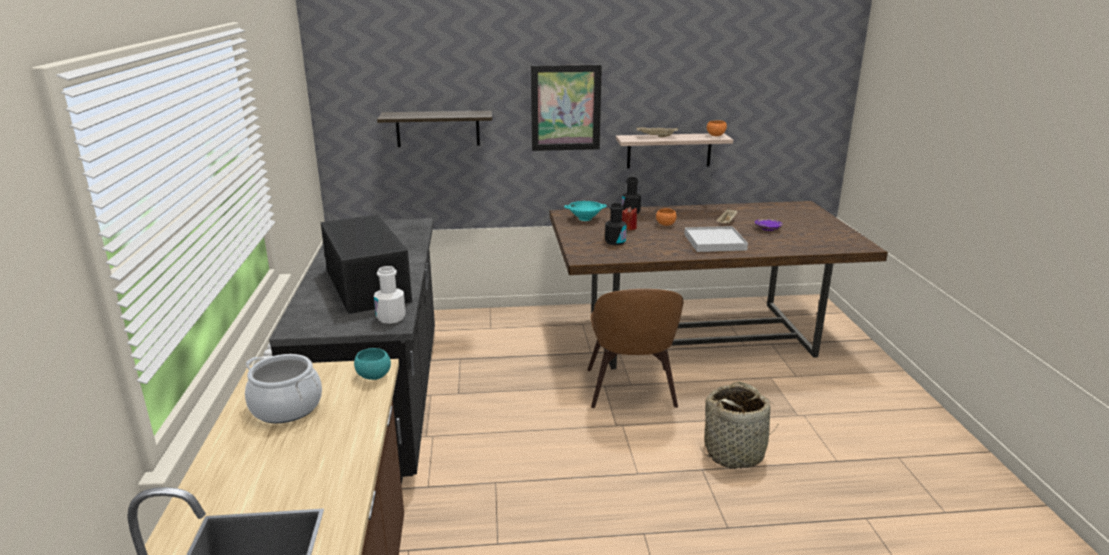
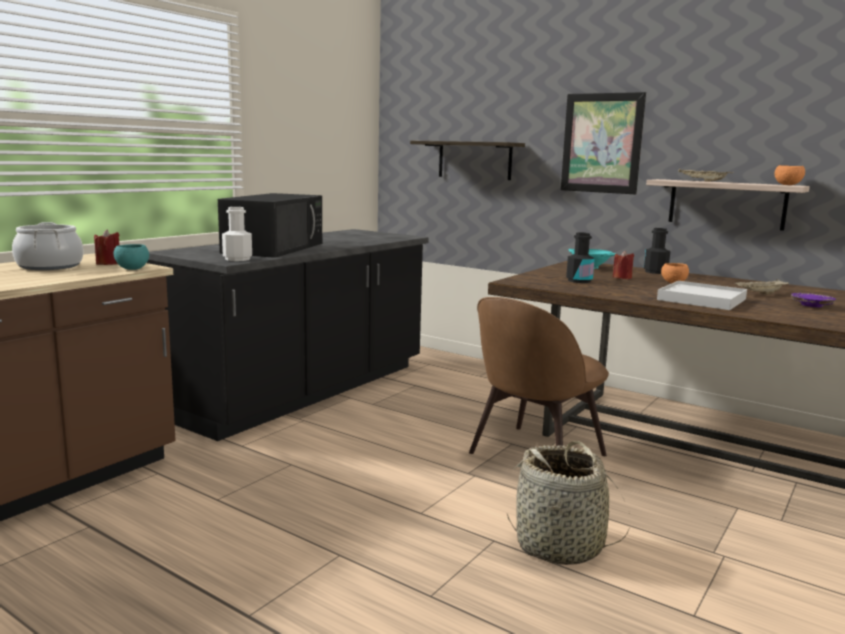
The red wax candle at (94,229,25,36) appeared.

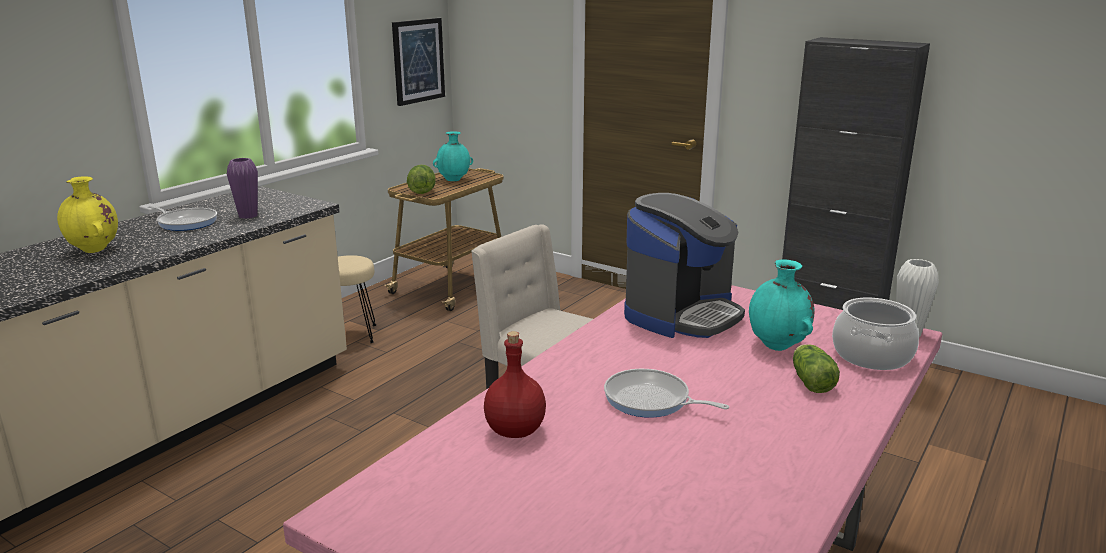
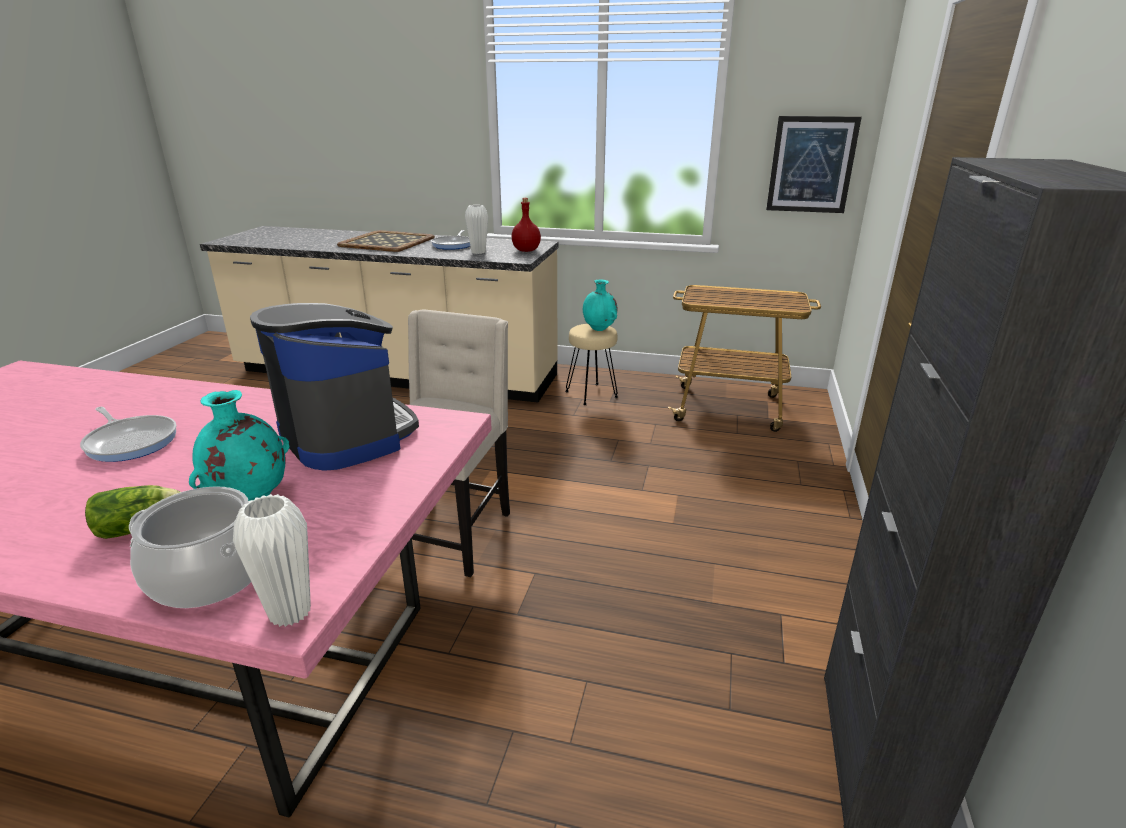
The skillet at (604,369,125,49) turned 120 degrees clockwise. The coffee brewer at (624,193,121,145) turned 150 degrees counterclockwise. The yellow-coloured flower vase at (57,176,61,77) was replaced by the tray at (337,230,98,22). The purplish flower vase at (227,158,31,61) became the whitish flower vase at (465,205,23,49). The red bottle moved from (484,331,62,107) to (512,198,29,54). The turquoise-coloured flower vase moved from (433,131,40,50) to (583,280,34,51). The lettuce at (407,165,29,29) disappeared.

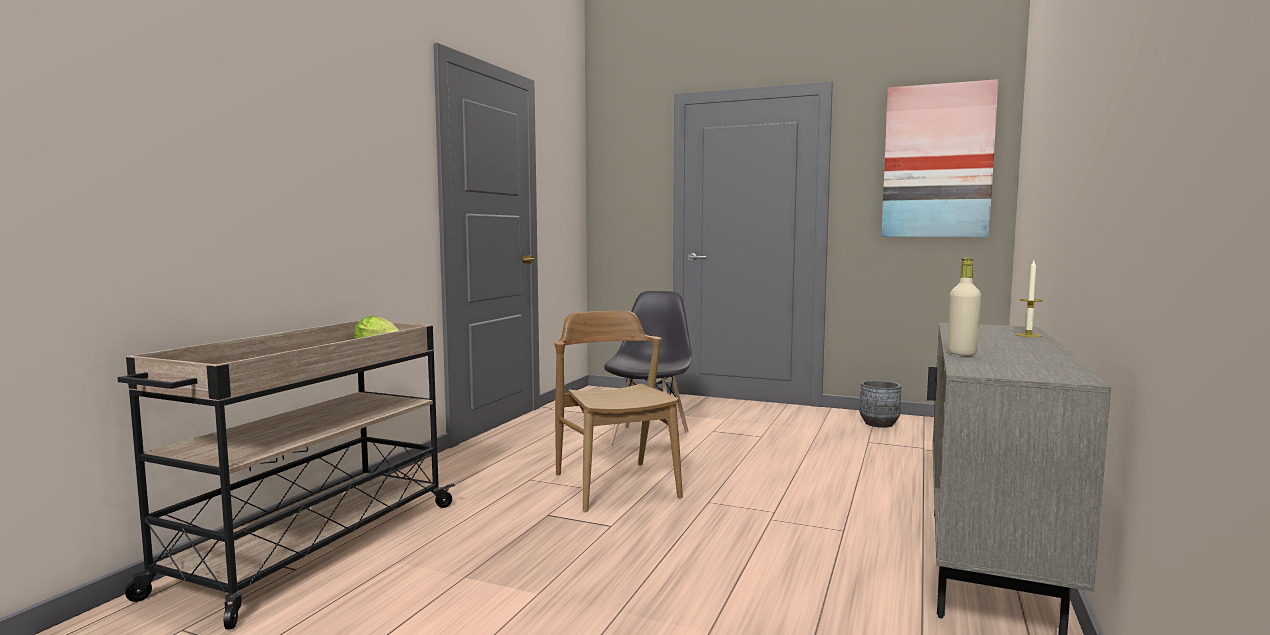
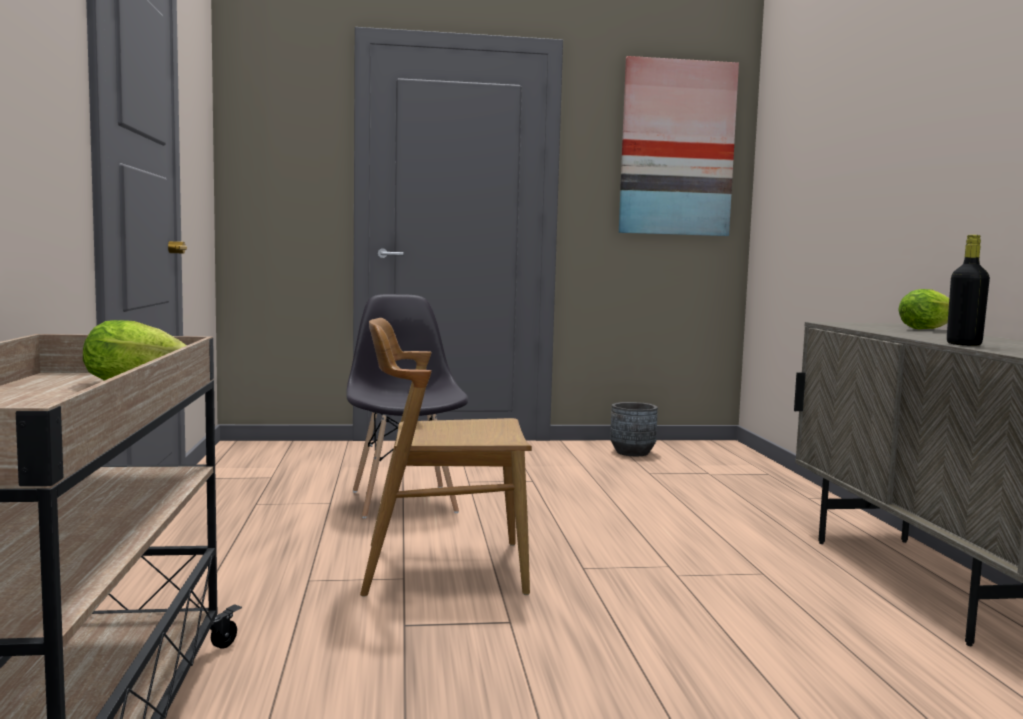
The brown-coloured plain chair at (554,311,129,202) turned 45 degrees counterclockwise. The wax candle at (1016,261,27,76) was replaced by the lettuce at (898,289,51,40). The sand-coloured bottle at (948,257,33,99) became the blackish bottle at (947,235,43,111).

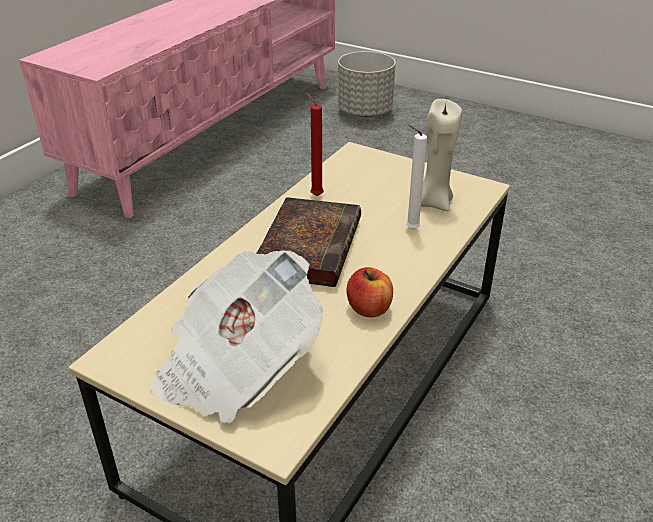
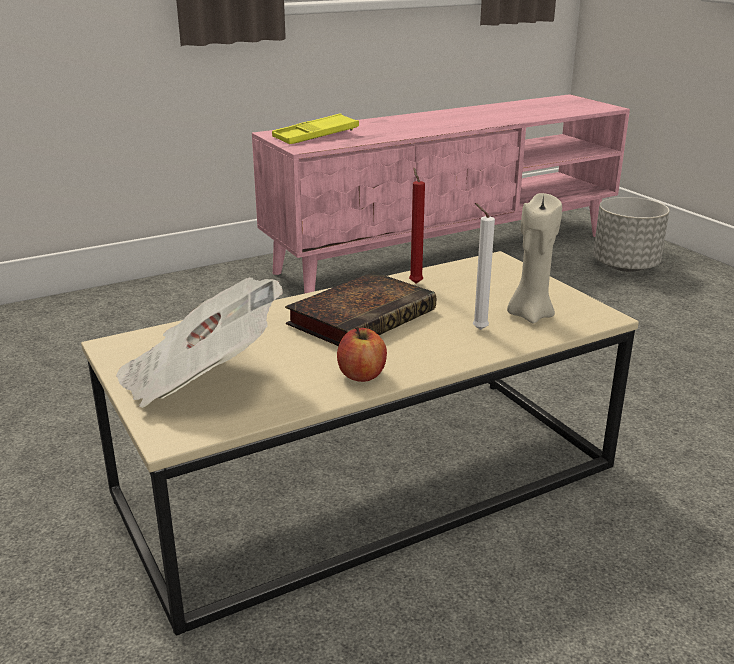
The yellow-coloured tray at (272,113,87,31) appeared.

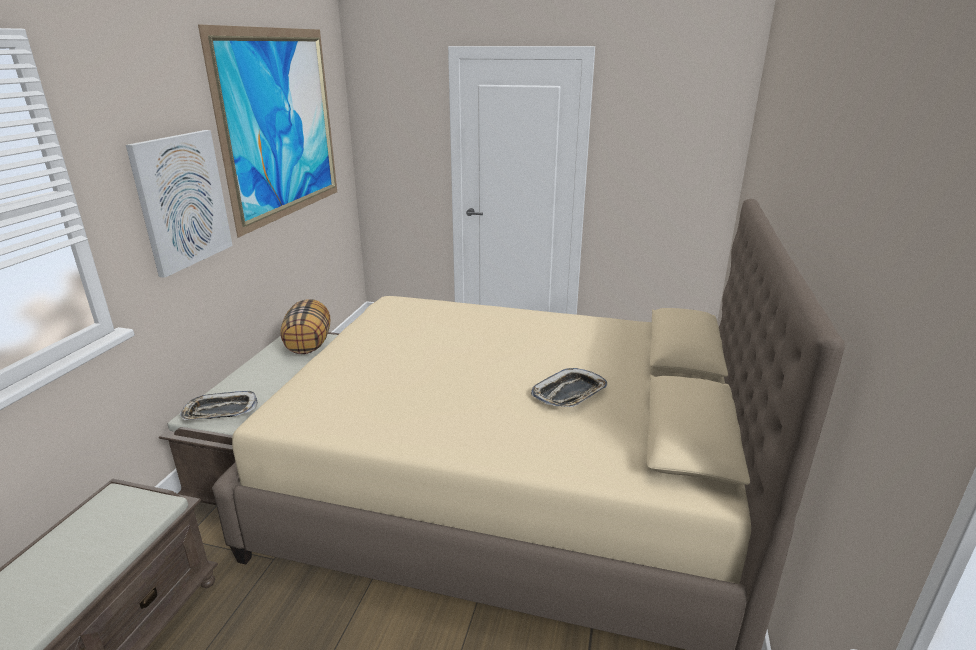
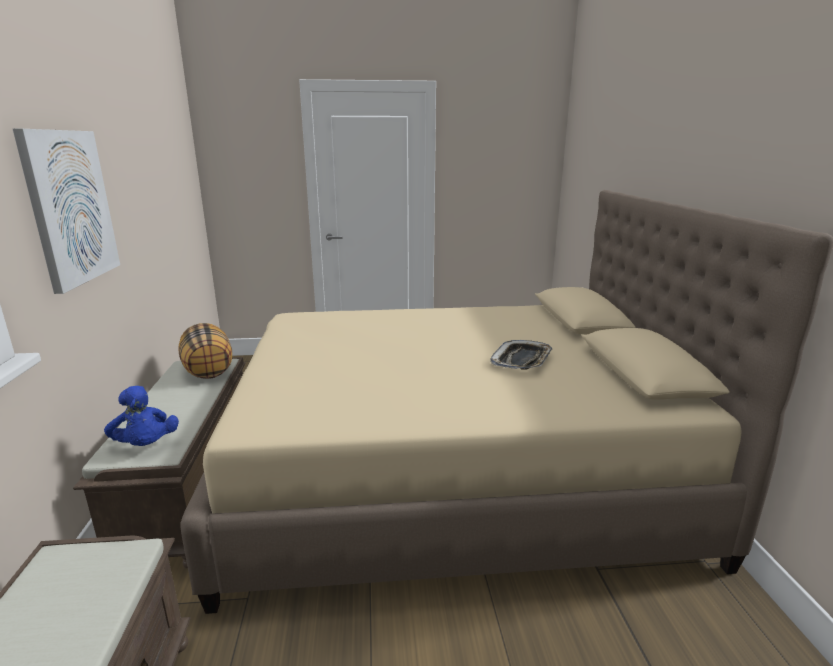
The tray at (180,391,78,29) was replaced by the blue-coloured soft toy at (104,386,75,60). The wall art at (198,24,139,213) disappeared.

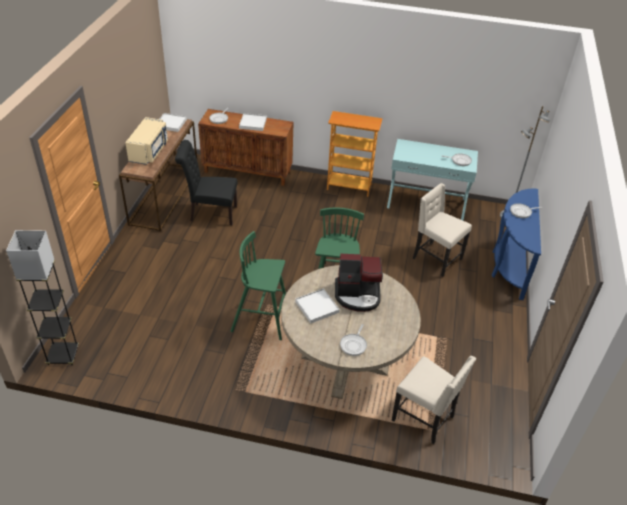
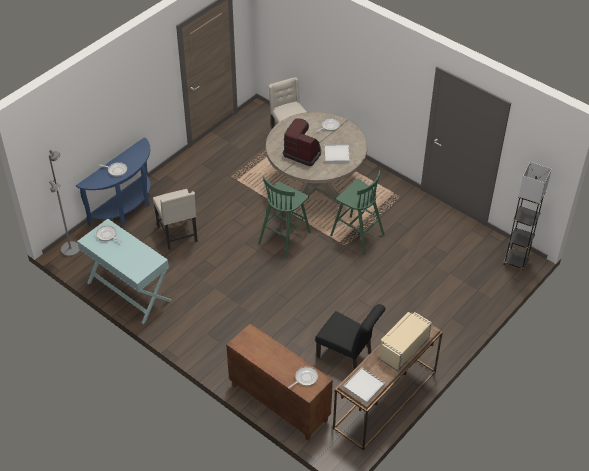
The whitish tray at (239,113,28,18) disappeared. The shelving unit at (327,111,56,86) disappeared.

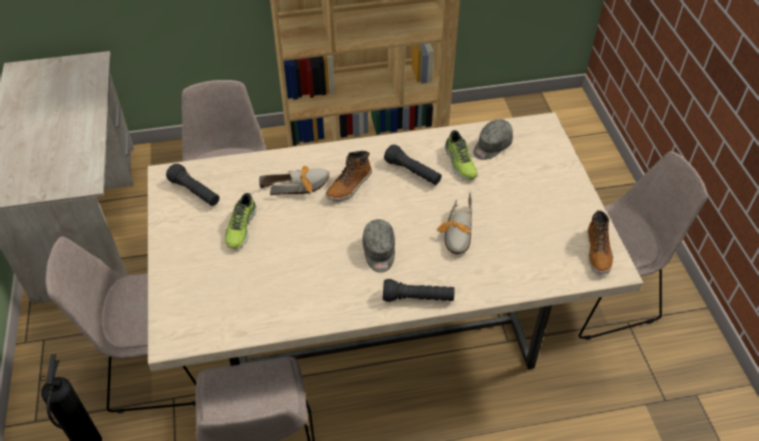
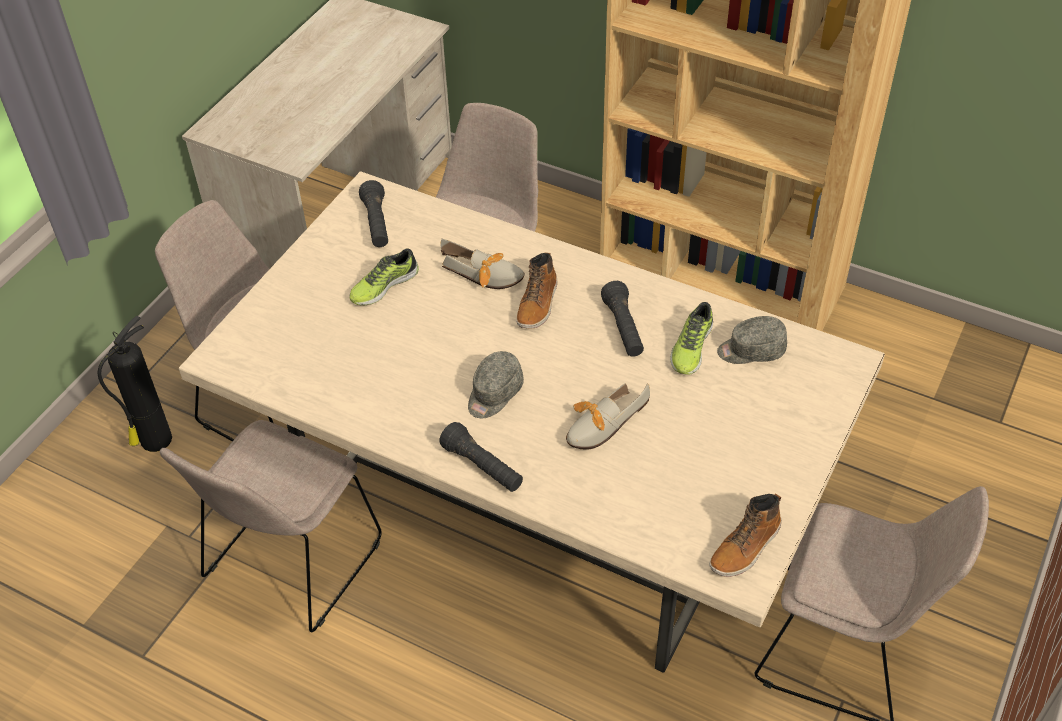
The boot at (326,151,46,50) turned 60 degrees counterclockwise.

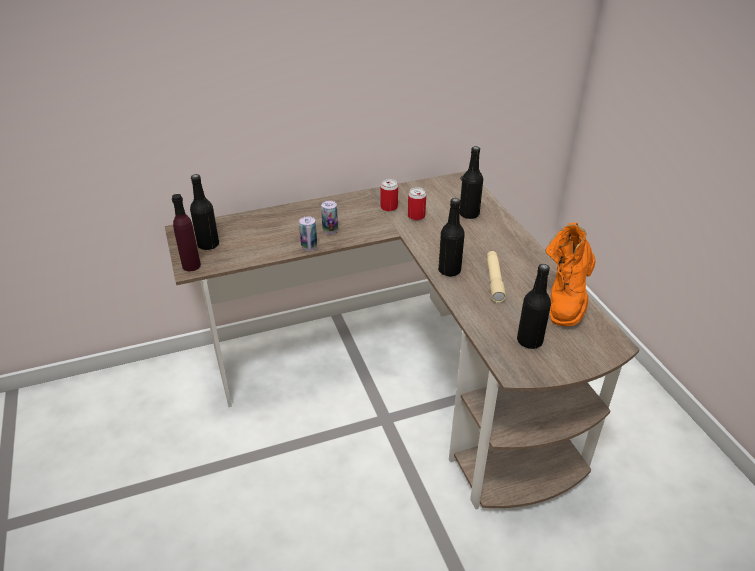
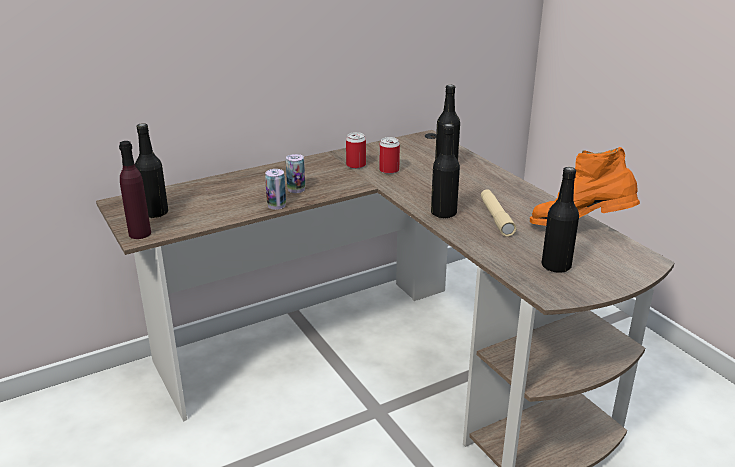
The orange-coloured boot at (546,222,50,104) turned 90 degrees clockwise.

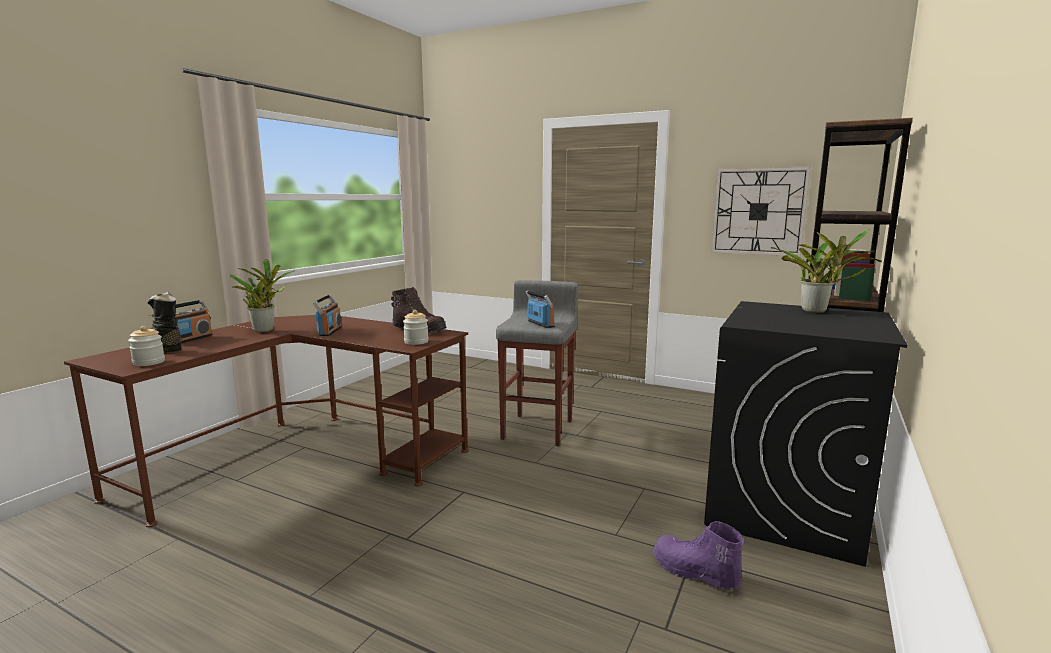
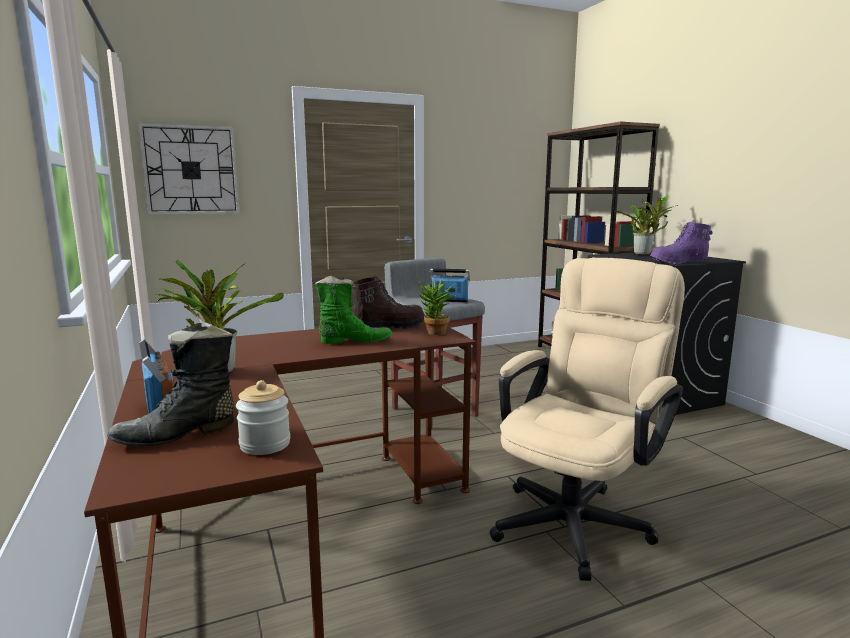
The wall clock moved from (711,167,100,89) to (138,123,102,92). The greenish boot at (315,276,77,68) appeared. The storage jar at (403,310,26,35) was replaced by the plant in a pot at (419,280,37,55). The sand-coloured office chair at (490,258,195,323) appeared. The purplish boot moved from (654,521,90,69) to (650,222,62,42). The radio at (313,295,29,41) disappeared.

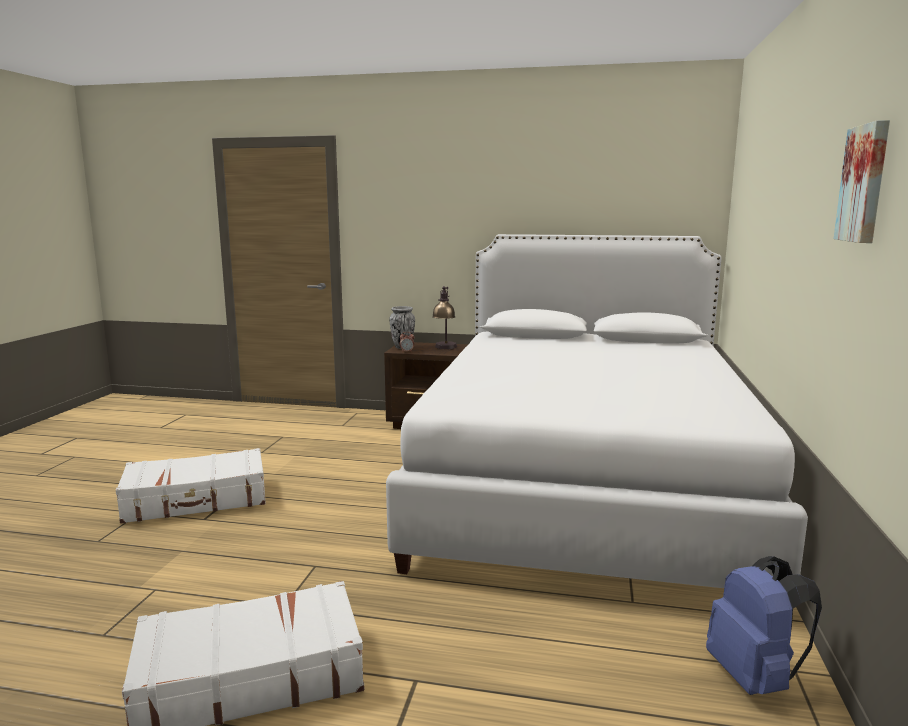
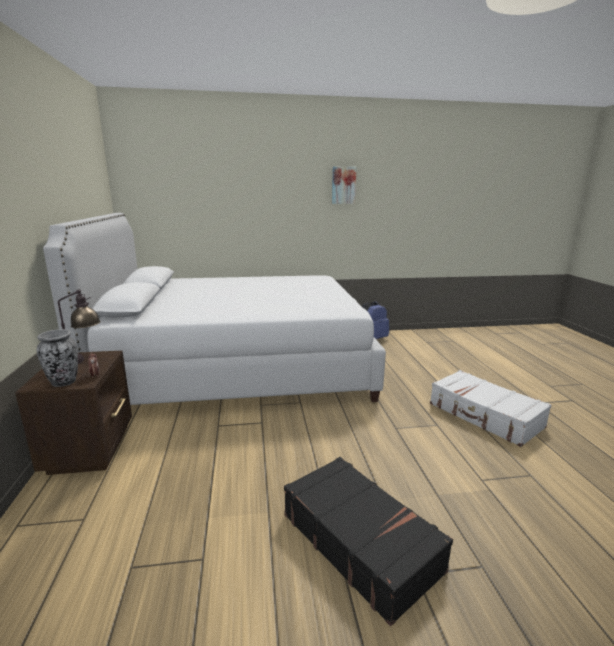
The whitish suitcase at (116,448,150,76) became the blackish suitcase at (284,457,169,169).

